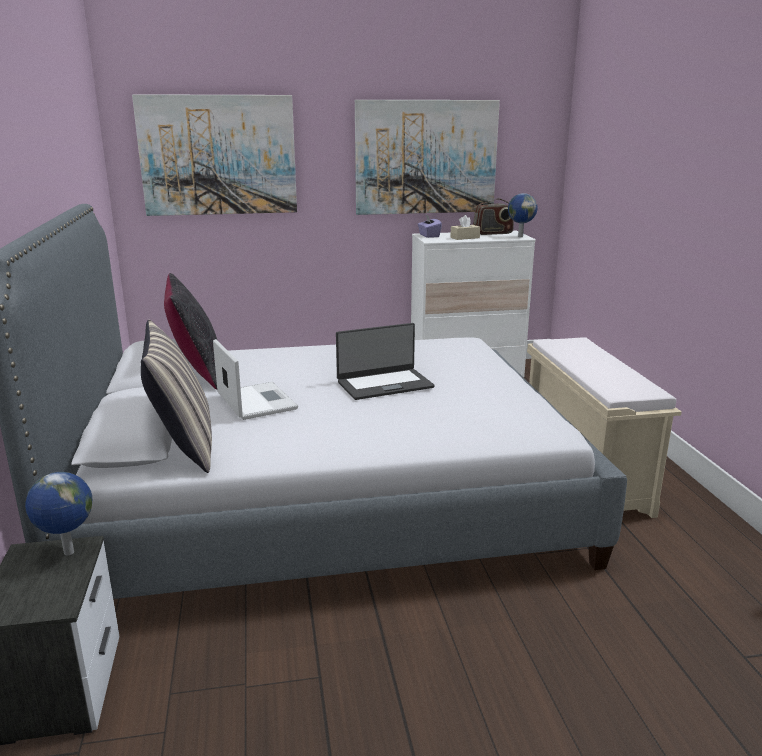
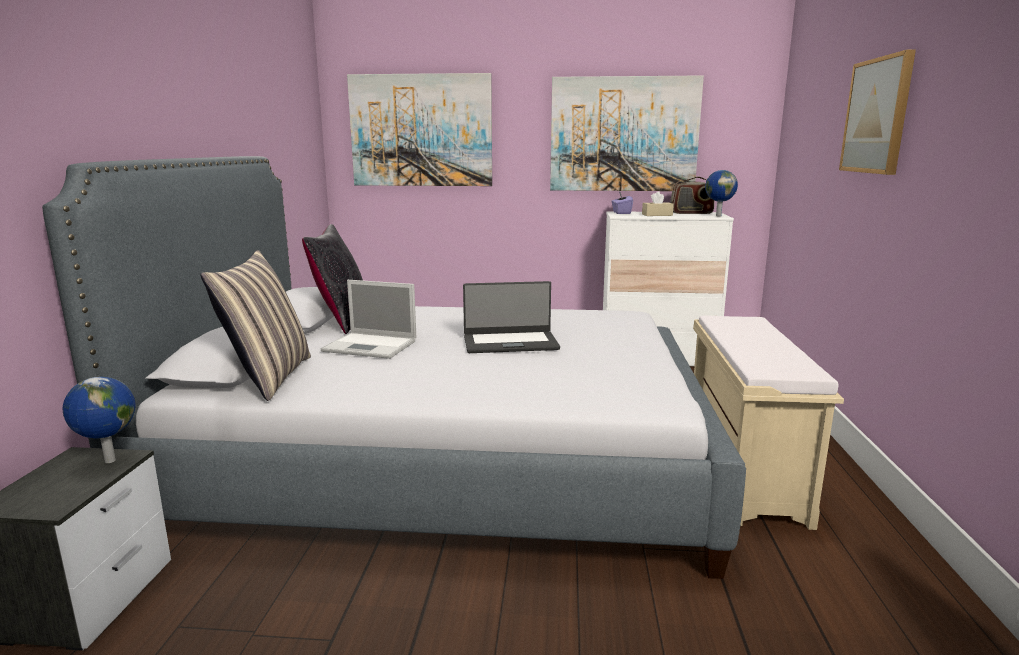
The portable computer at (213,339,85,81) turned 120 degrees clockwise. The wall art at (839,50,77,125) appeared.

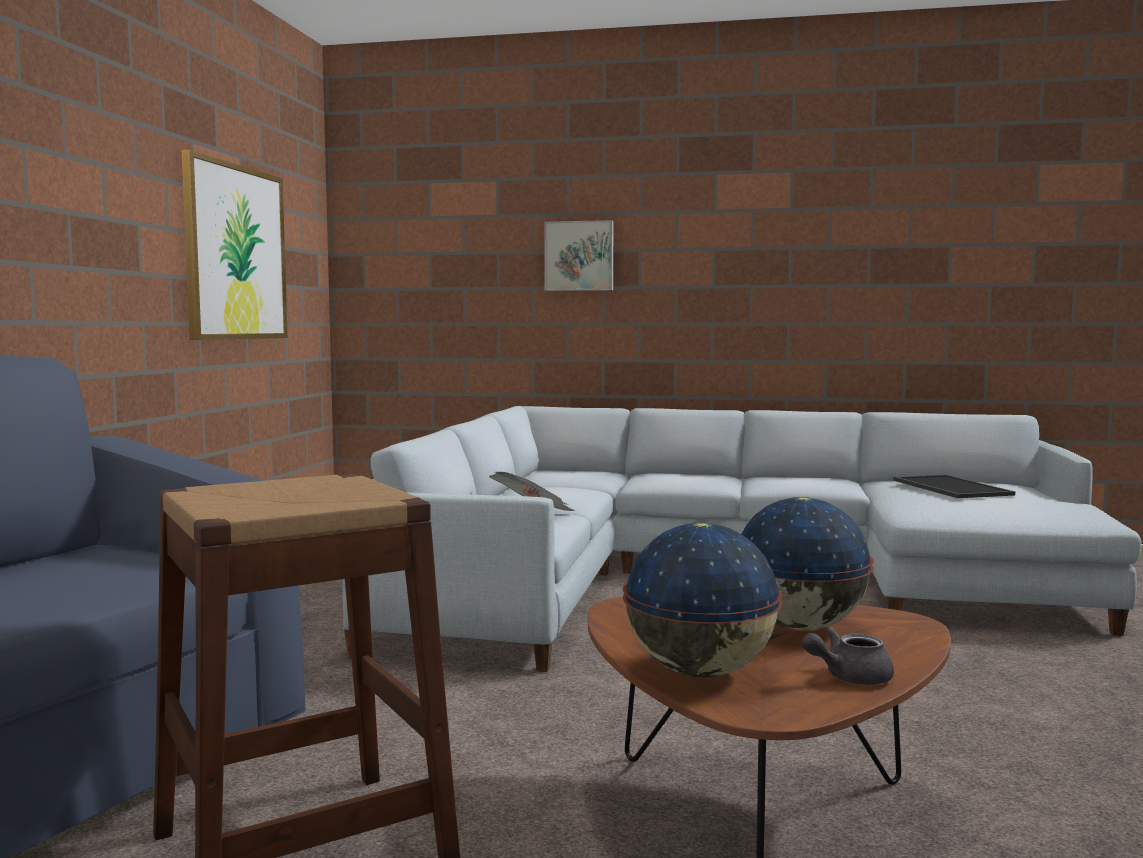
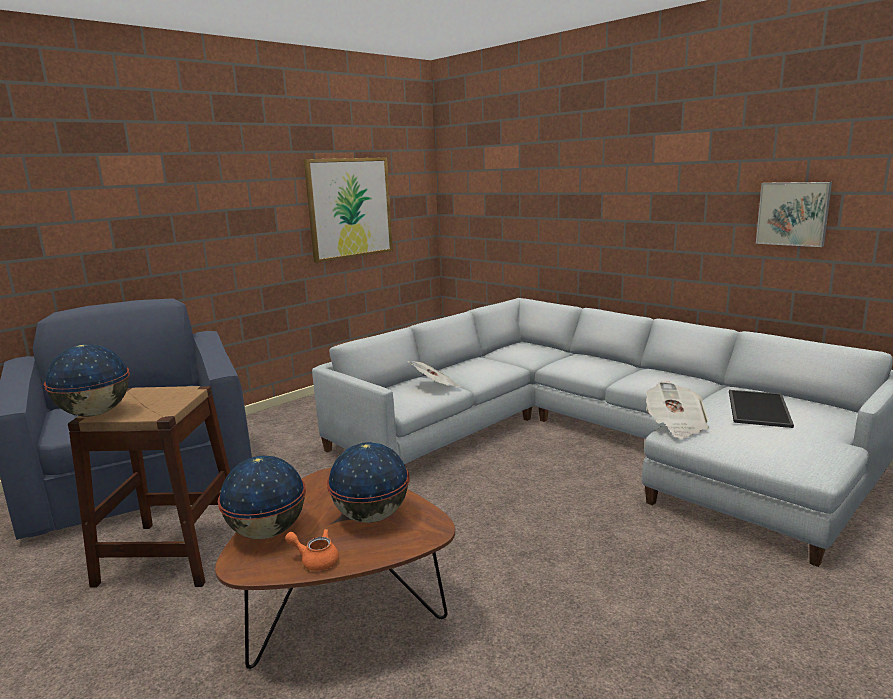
The world globe at (44,344,86,73) appeared. The grey pot for tea at (802,627,92,58) became the orange-coloured pot for tea at (285,529,54,42). The daily paper at (646,381,63,58) appeared. The wall art moved from (544,220,69,71) to (756,182,76,65).

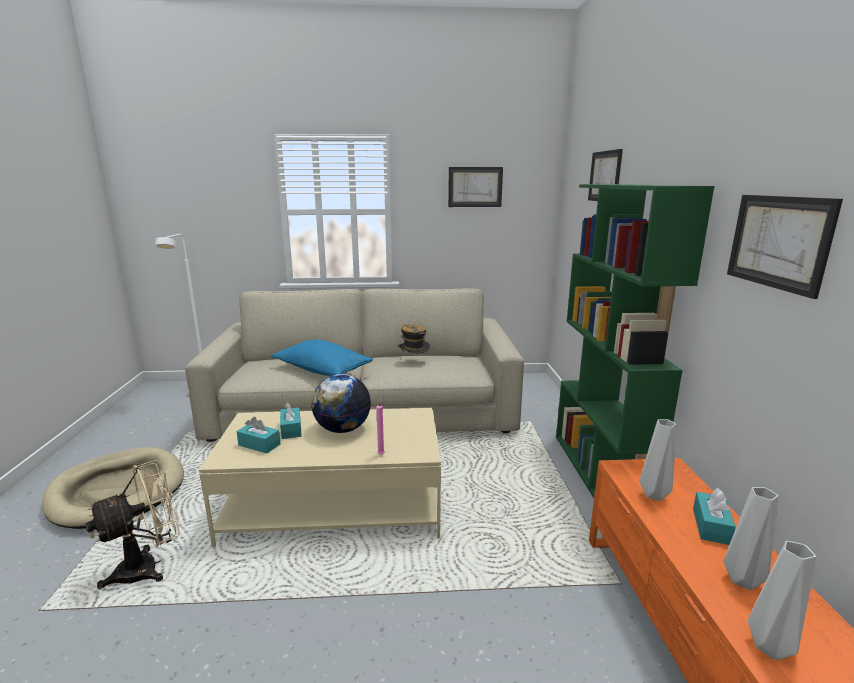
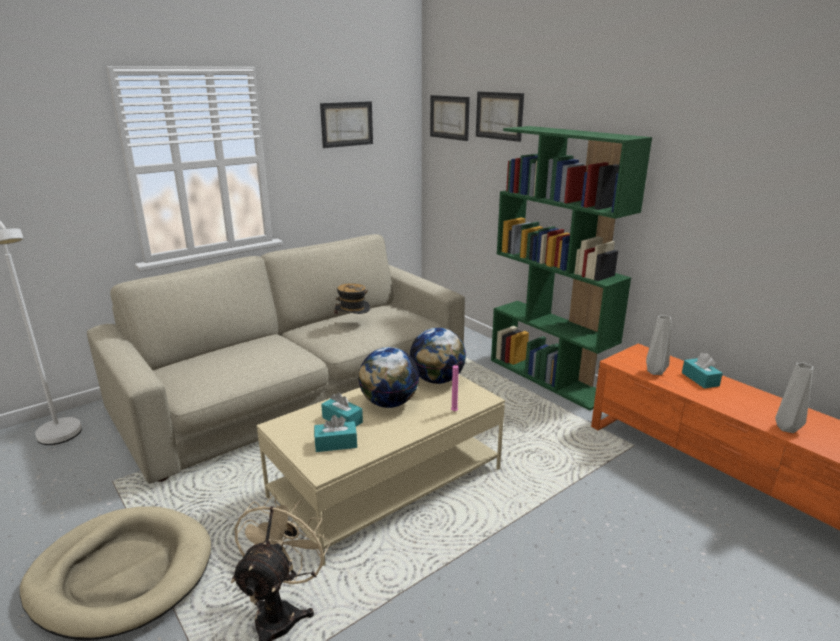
The world globe at (410,328,56,56) appeared. The wall art moved from (727,195,116,104) to (430,95,40,46). The blue-coloured cushion at (272,340,101,36) disappeared. The grey flower vase at (724,487,55,103) disappeared.

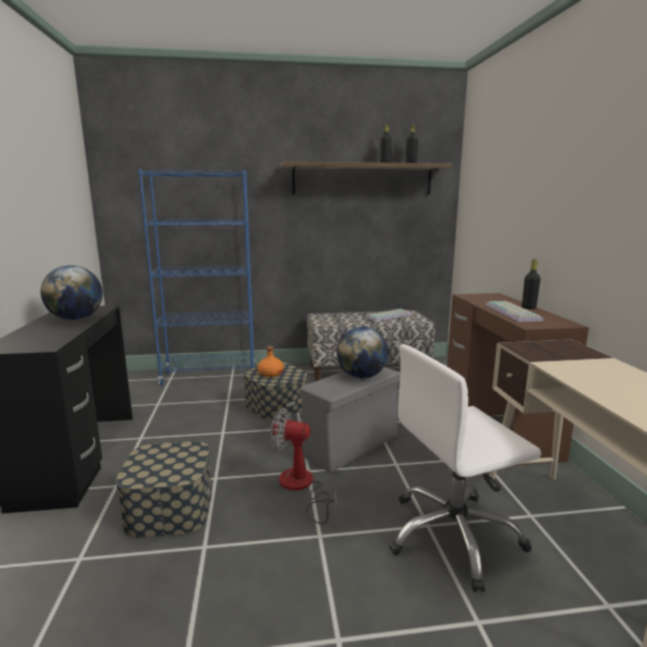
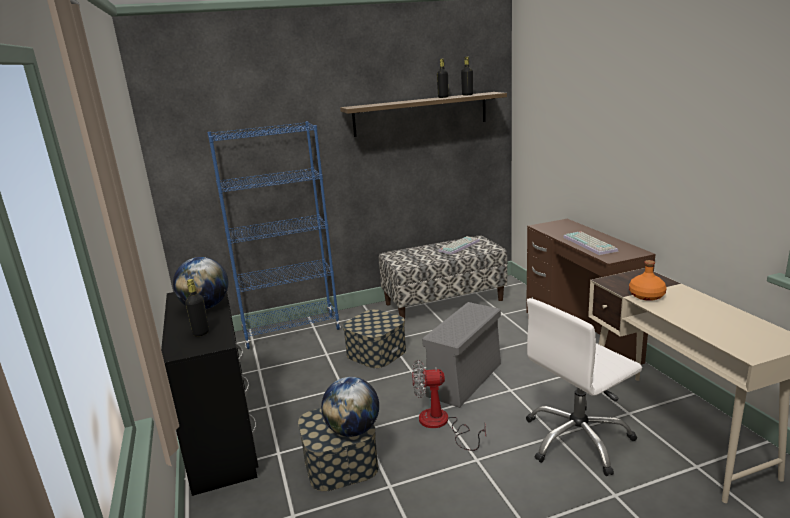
The blackish bottle moved from (522,259,18,50) to (185,279,24,57). The world globe moved from (337,327,51,52) to (321,377,58,60). The orange-coloured bottle moved from (257,346,27,31) to (629,260,38,41).

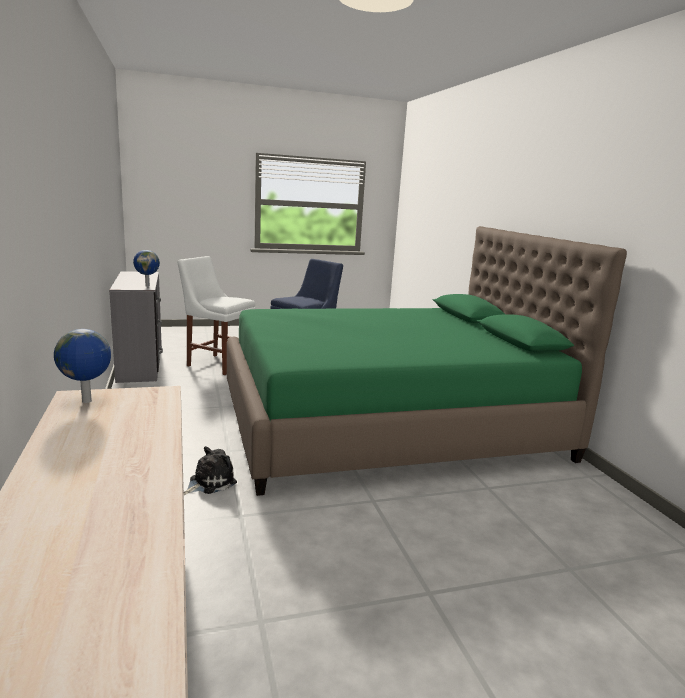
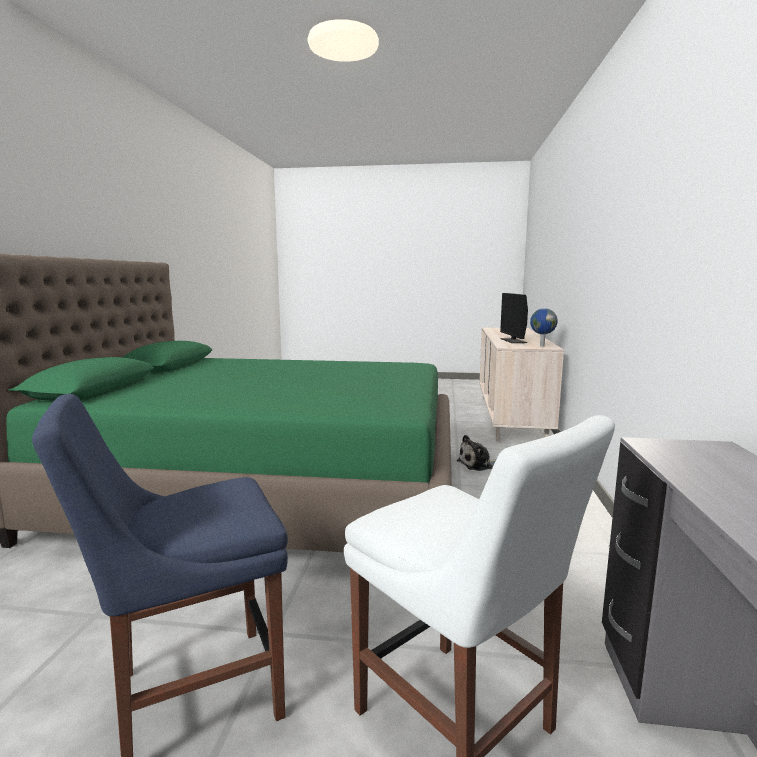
The monitor at (500,293,28,50) appeared. The world globe at (133,250,27,37) disappeared.

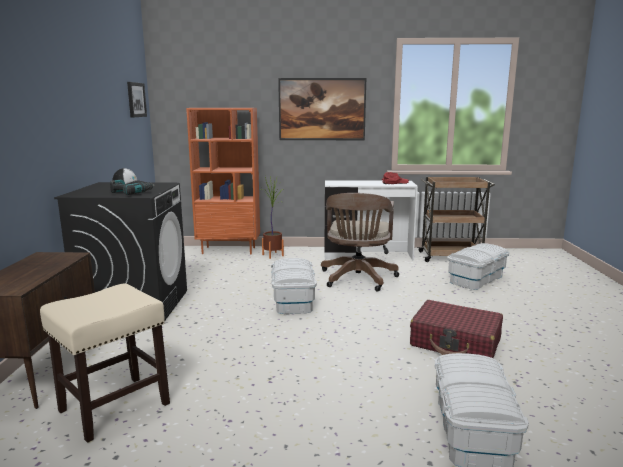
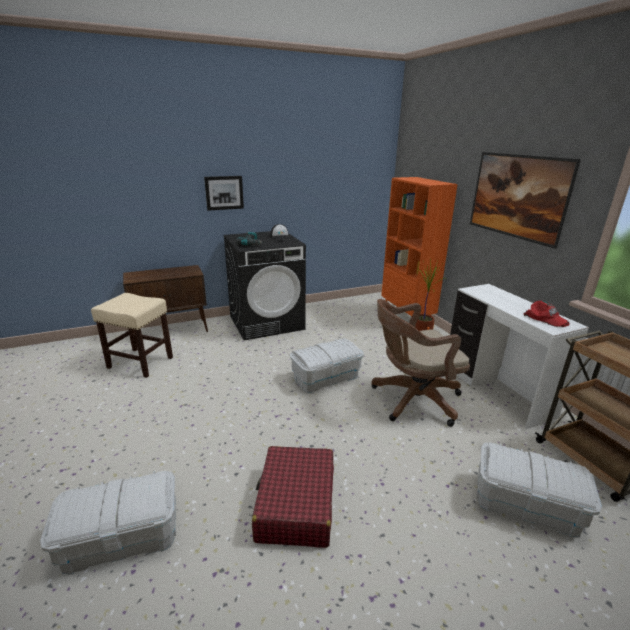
The wall art moved from (127,82,20,35) to (204,176,40,35).

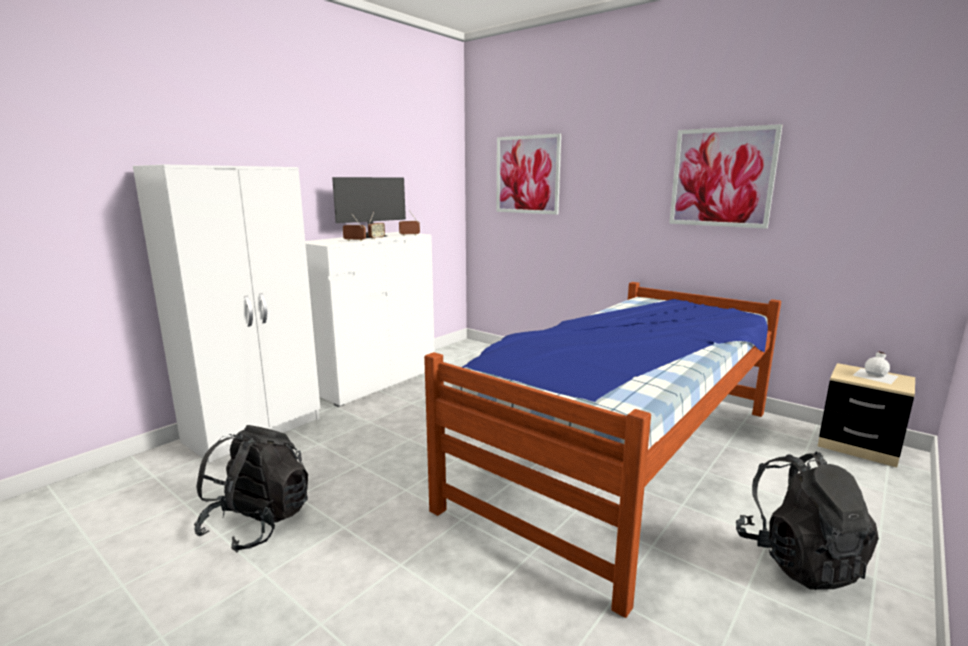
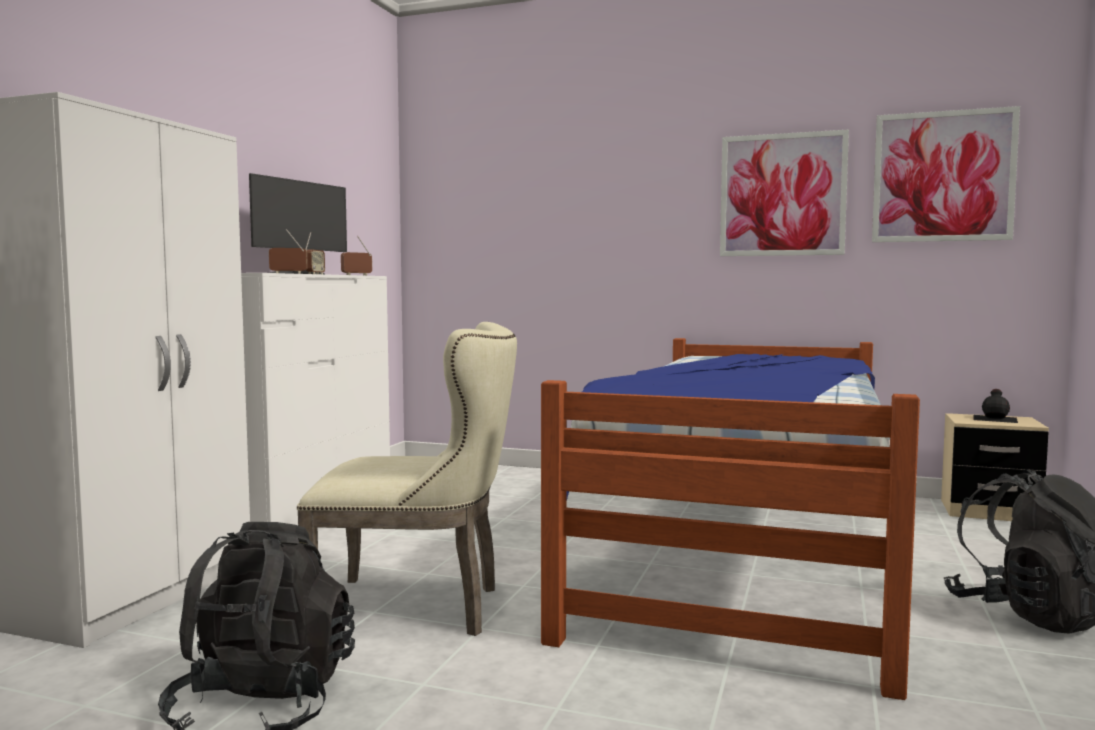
The sand-coloured plain chair at (297,322,220,314) appeared. The wall art moved from (497,134,64,81) to (872,106,148,136). The whitish bottle at (853,352,46,32) became the blackish bottle at (973,389,45,34).

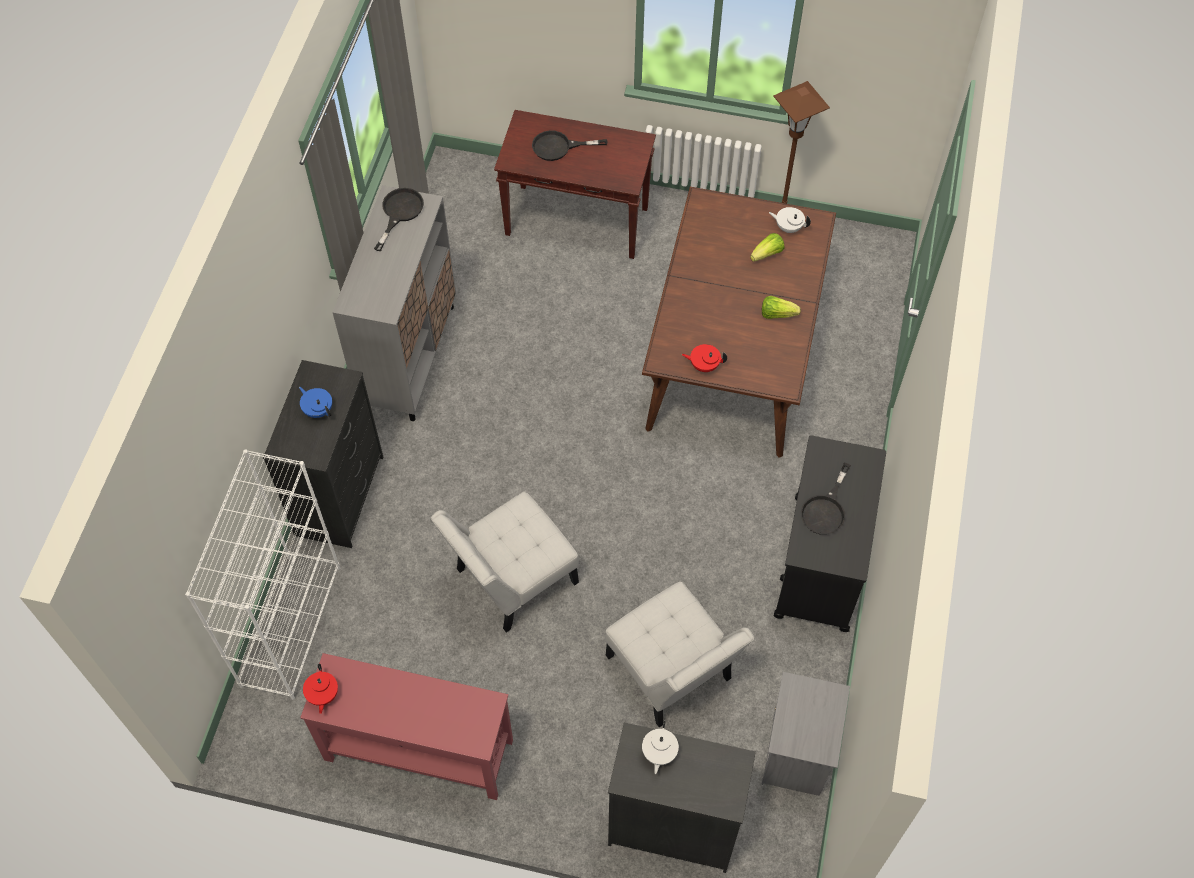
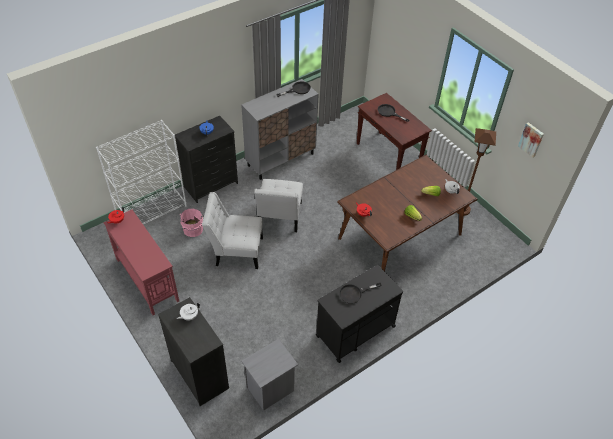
The pinkish water bucket at (180,208,24,29) appeared. The whitish plain chair moved from (605,582,149,145) to (254,179,49,53). The wall art at (518,122,26,36) appeared.

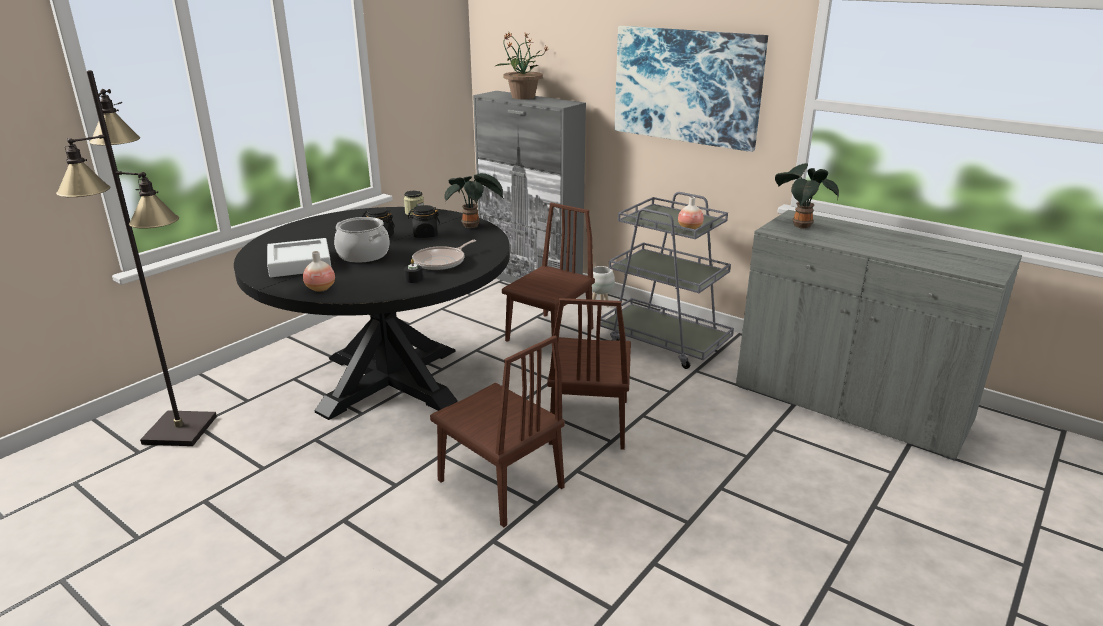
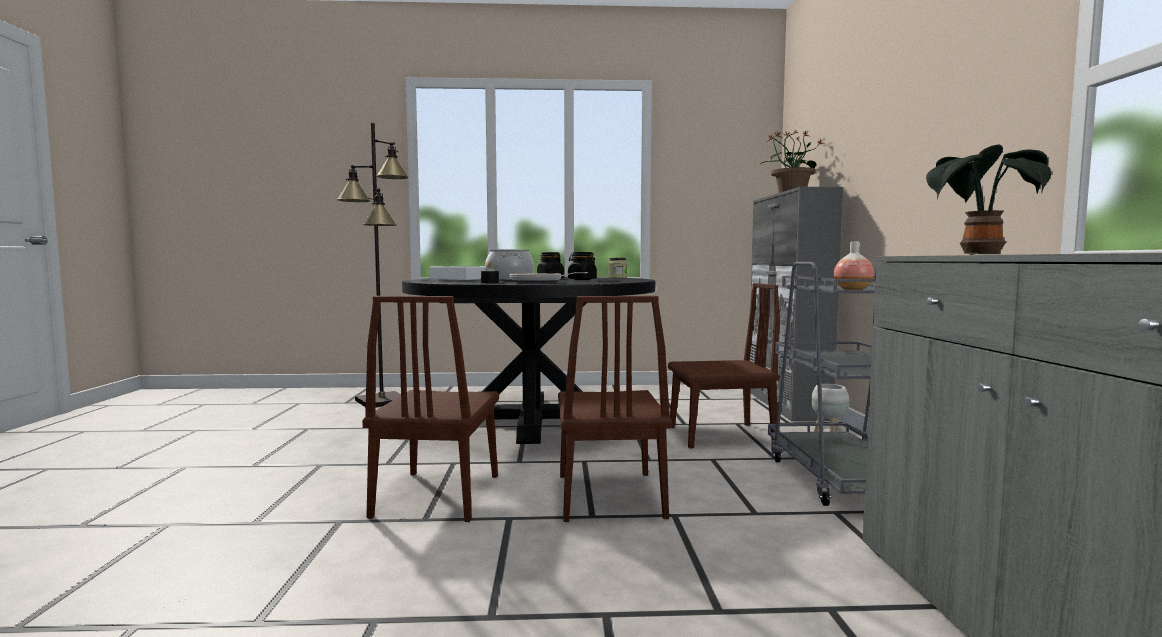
The brown-coloured plain chair at (547,298,84,152) turned 60 degrees counterclockwise. The flower vase at (303,251,32,41) disappeared. The plant in a pot at (444,173,60,55) disappeared. The wall art at (615,26,153,126) disappeared.

